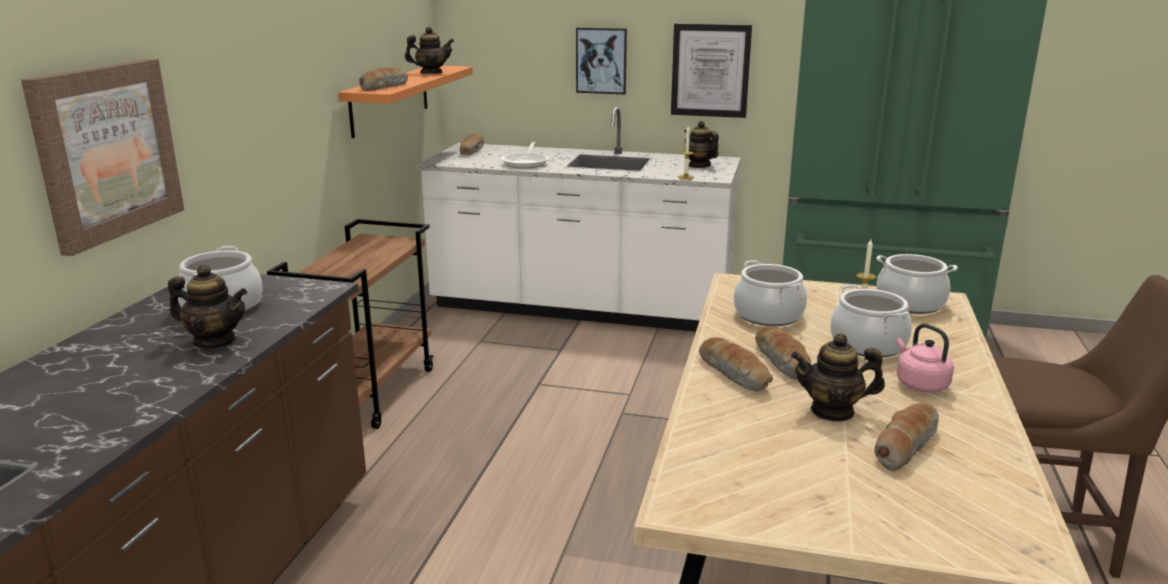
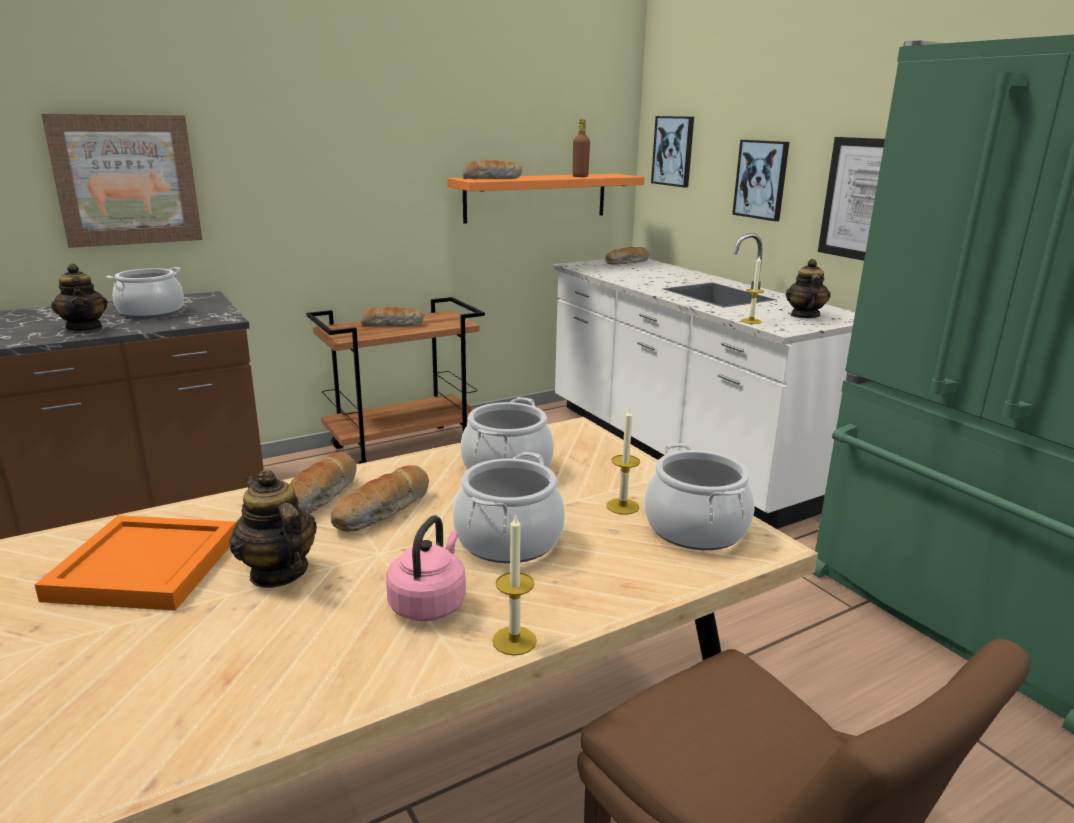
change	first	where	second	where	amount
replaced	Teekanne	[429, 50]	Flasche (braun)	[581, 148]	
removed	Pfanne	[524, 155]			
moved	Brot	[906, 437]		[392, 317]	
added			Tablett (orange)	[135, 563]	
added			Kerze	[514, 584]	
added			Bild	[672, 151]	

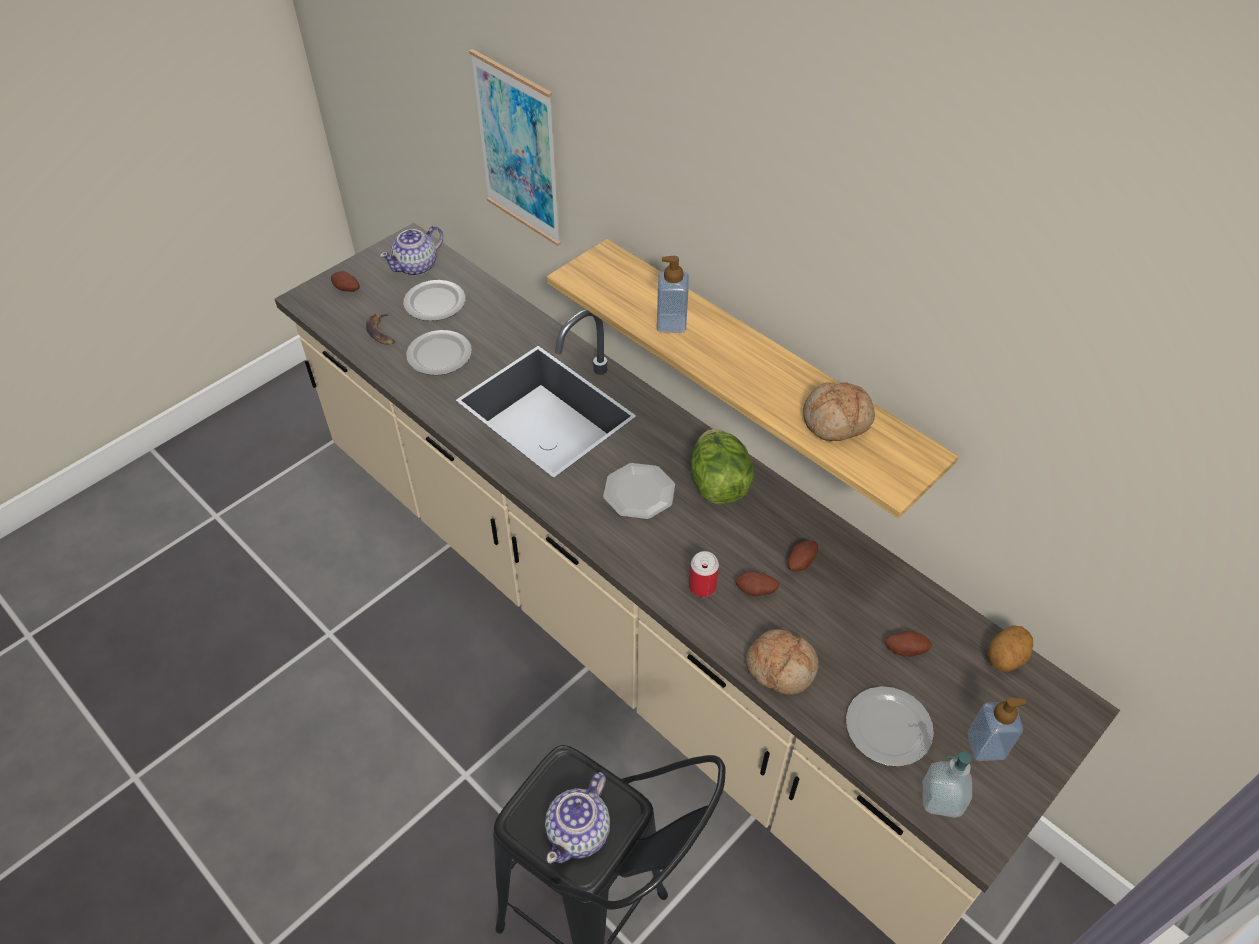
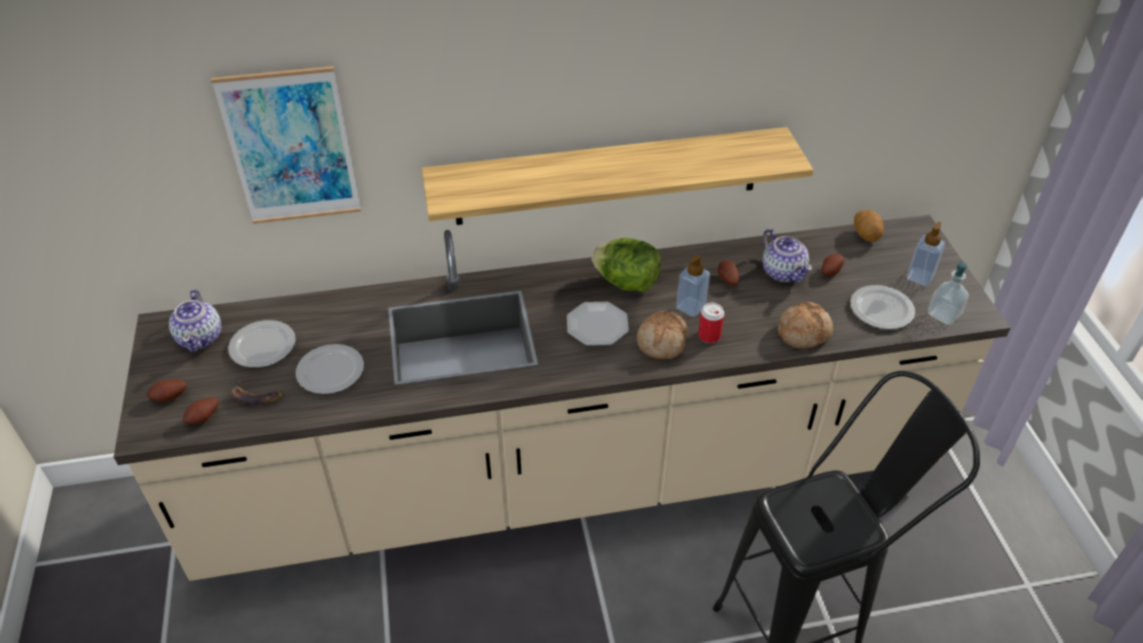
change	first	where	second	where	amount
moved	Teekanne	[577, 818]		[787, 255]	
moved	Seifenspender	[673, 294]		[693, 286]	
moved	Kartoffel	[757, 583]		[200, 410]	
moved	Brot	[839, 411]		[662, 335]	

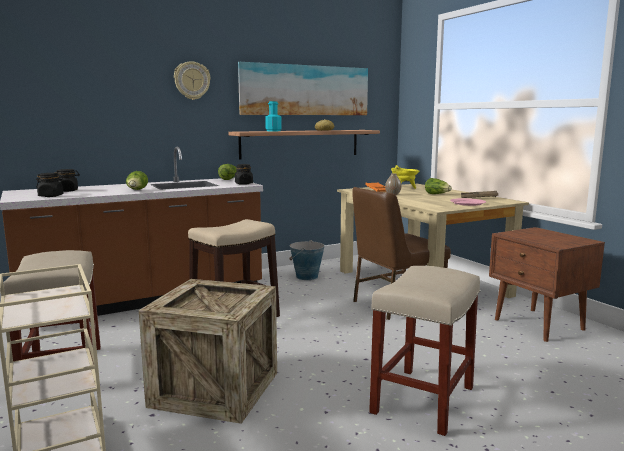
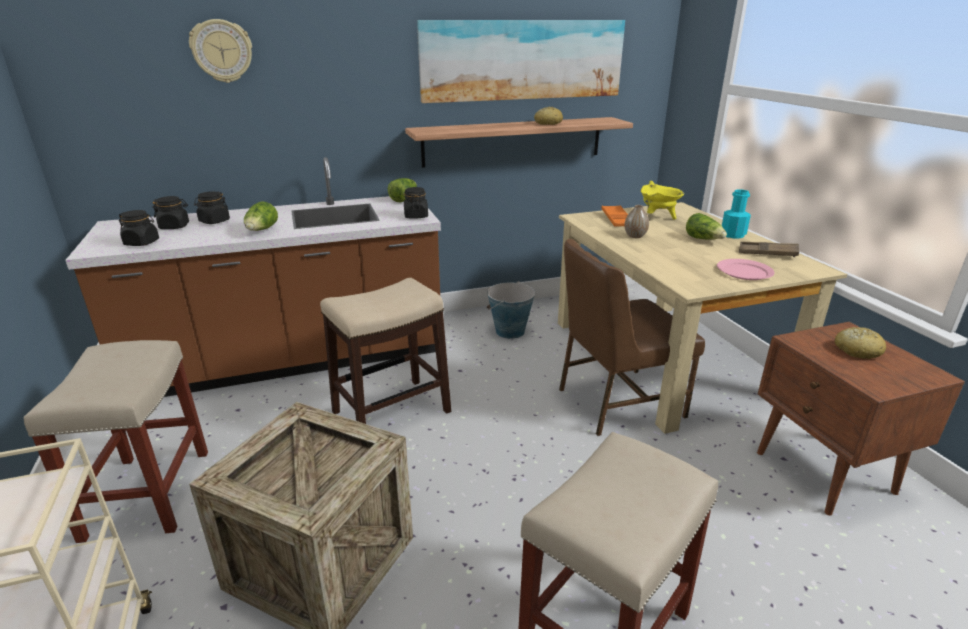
change	first	where	second	where	amount
moved	Wanduhr	[192, 80]		[220, 51]	
moved	Flasche (türkis)	[273, 116]		[736, 213]	
added			Vorratsglas (schwarz)	[212, 207]	
added			Brot	[860, 343]	

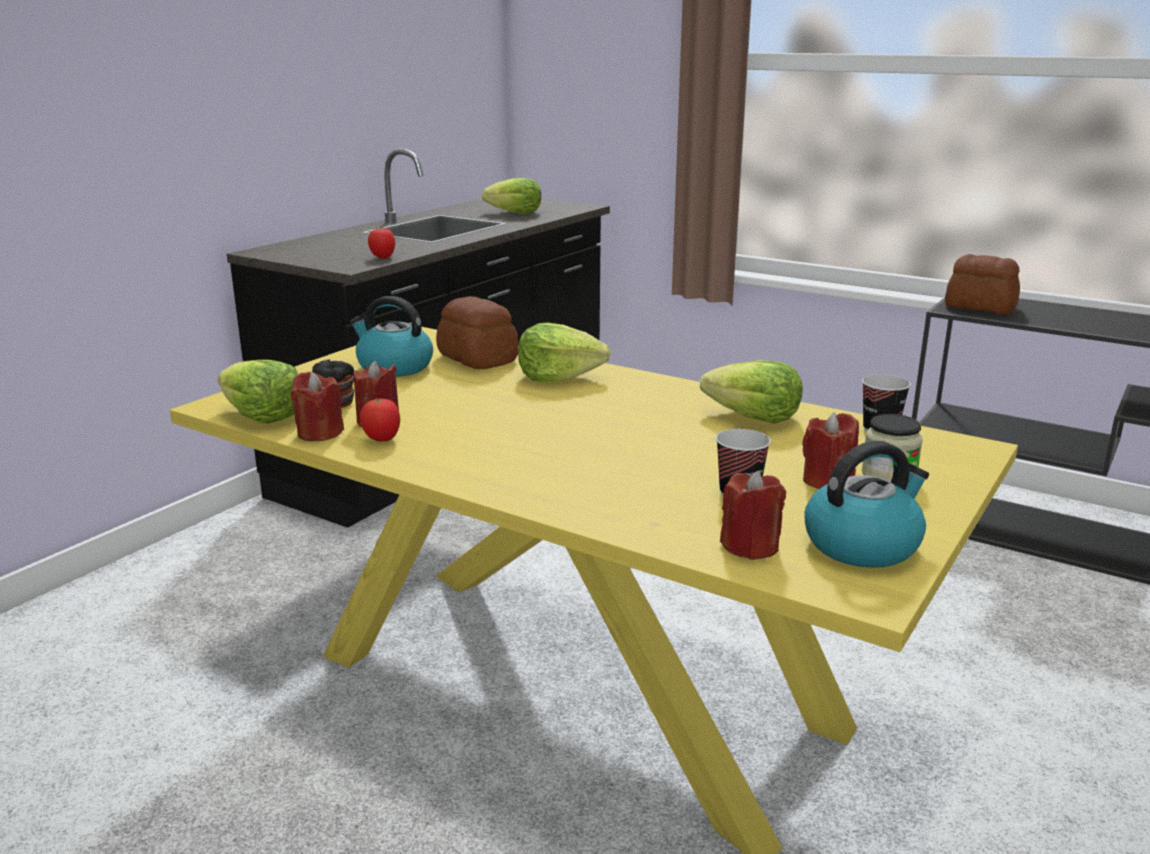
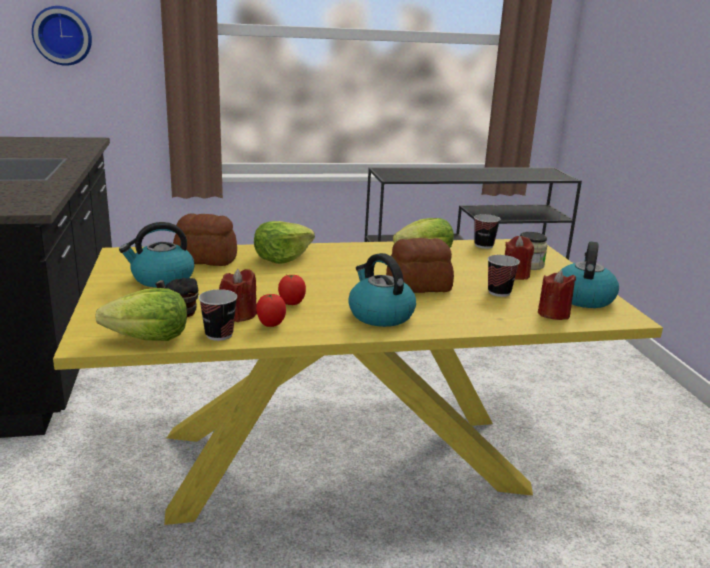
change	first	where	second	where	amount
replaced	Kerze (rot)	[317, 406]	Tasse	[218, 315]	
moved	Tomate	[381, 243]		[292, 290]	
removed	Salatkopf	[511, 196]			
moved	Brot	[982, 284]		[420, 265]	
added			Wanduhr	[62, 36]	
added			Wasserkessel	[382, 290]	

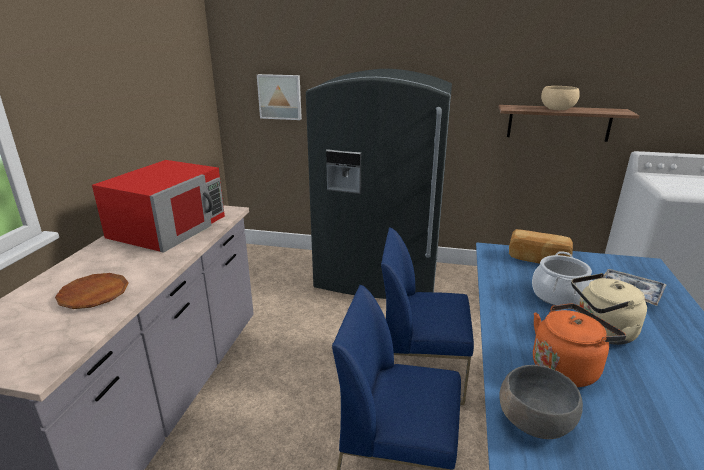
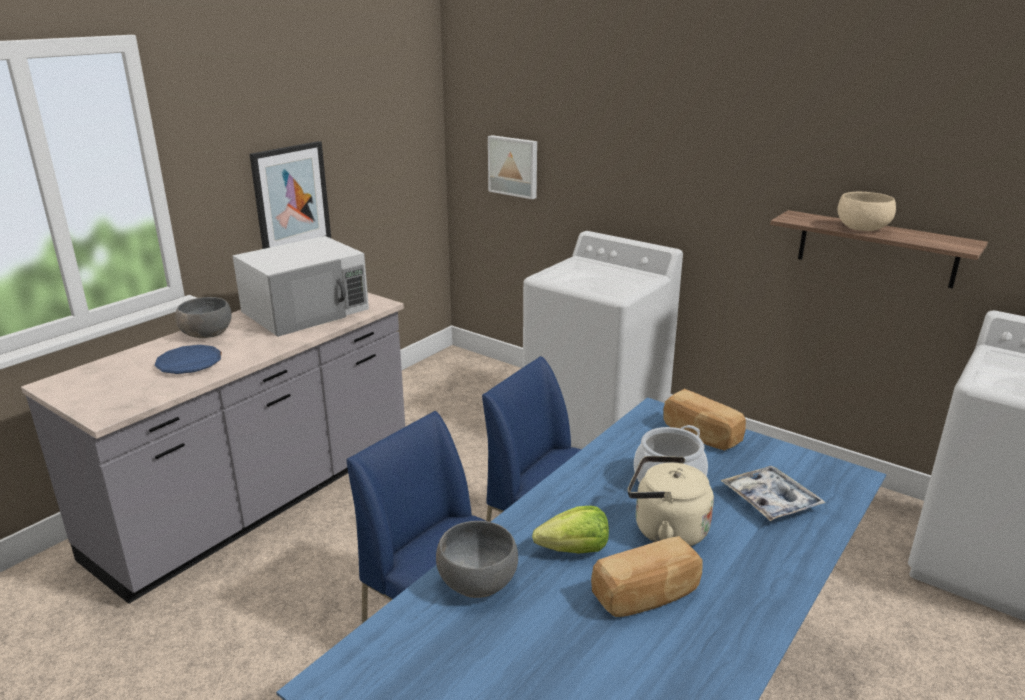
change	first	where	second	where	amount
recoloured	Teller (braun)	[92, 291]	Teller (blau)	[188, 359]	
recoloured	Mikrowelle (rot)	[158, 206]	Mikrowelle (weiß)	[300, 286]	
replaced	Kühlschrank (grau)	[379, 184]	Waschmaschine (weiß)	[603, 340]	
replaced	Wasserkessel (orange)	[579, 345]	Salatkopf	[570, 529]	
added			Schüssel (grau)	[203, 317]	
added			Bild	[290, 195]	
added			Brot	[647, 576]	

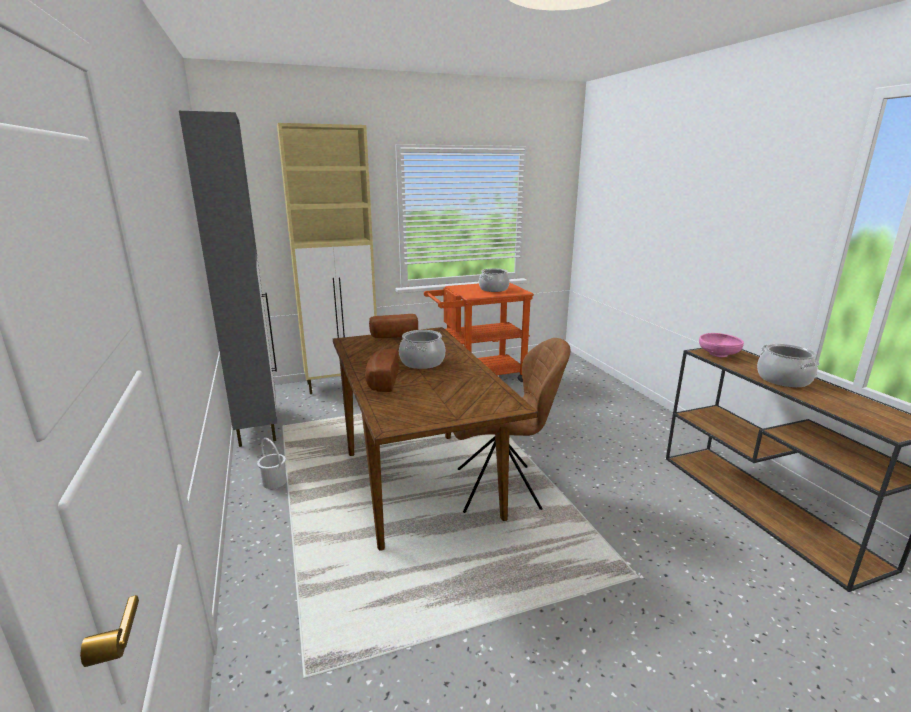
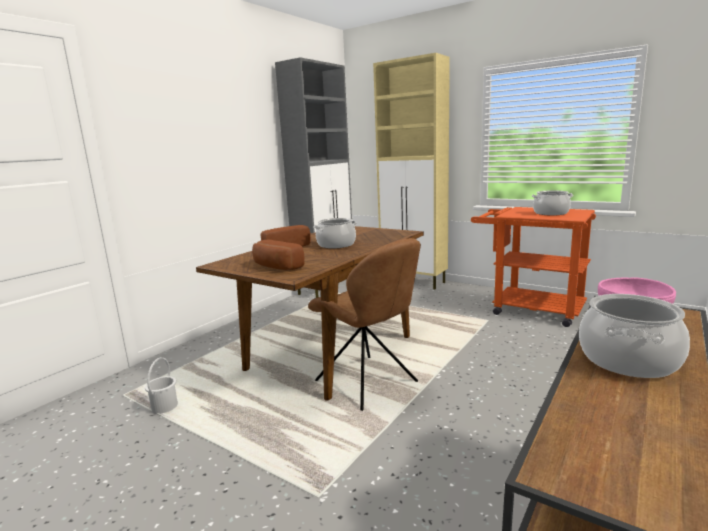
change	first	where	second	where	amount
moved	Eimer (weiß)	[272, 463]		[161, 385]	
moved	Brot	[393, 326]		[278, 254]	

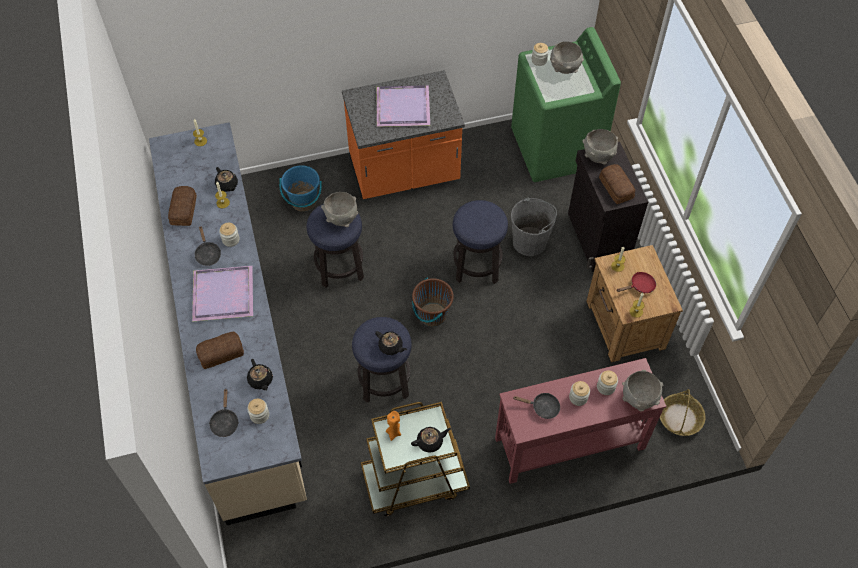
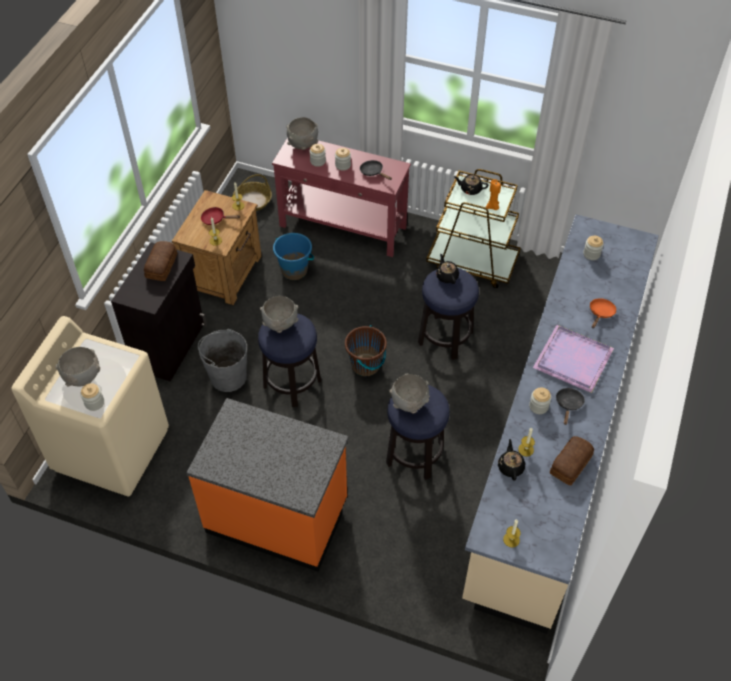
change	first	where	second	where	amount
replaced	Brot	[220, 350]	Pfanne (orange)	[603, 313]	
removed	Pfanne (schwarz)	[224, 412]			
removed	Teekanne (schwarz)	[260, 375]			
moved	Eimer (blau)	[300, 188]		[293, 256]	
removed	Tablett (lila)	[403, 106]			
recoloured	Waschmaschine (grün)	[566, 104]	Waschmaschine (beige)	[90, 406]	
moved	Schüssel (grau)	[600, 147]		[279, 314]	

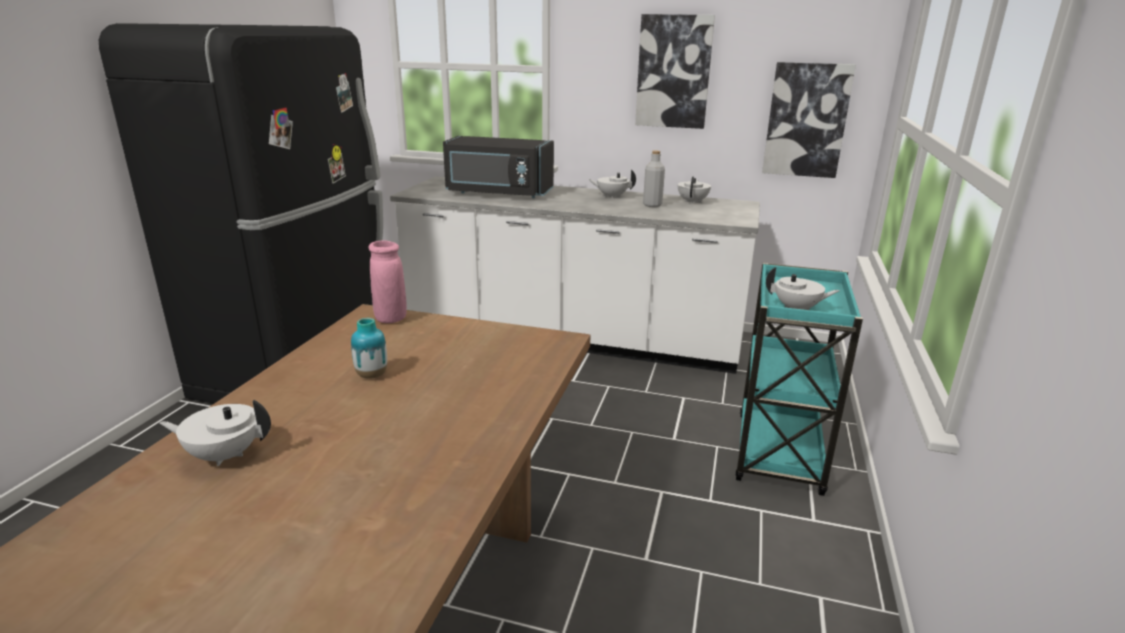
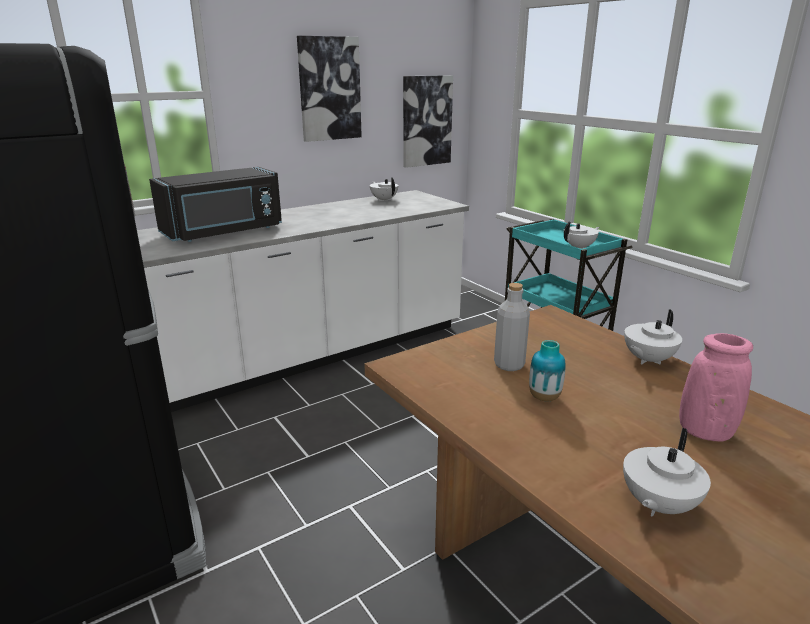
change	first	where	second	where	amount
moved	Vase (rosa)	[388, 281]		[716, 387]	
moved	Teekanne (weiß)	[612, 184]		[653, 337]	
moved	Flasche (grau)	[654, 178]		[512, 327]	

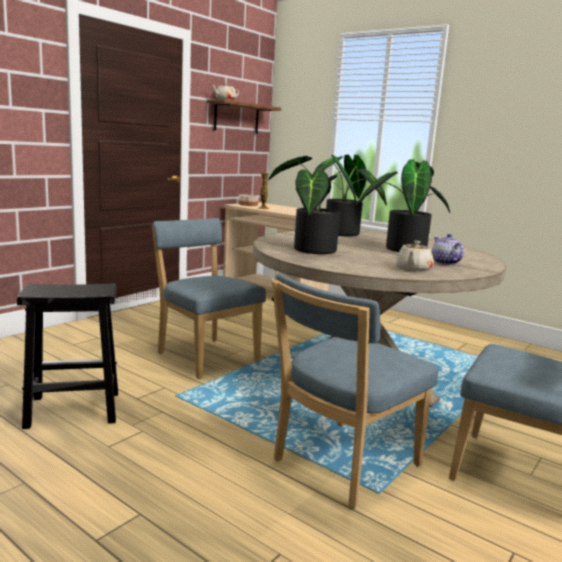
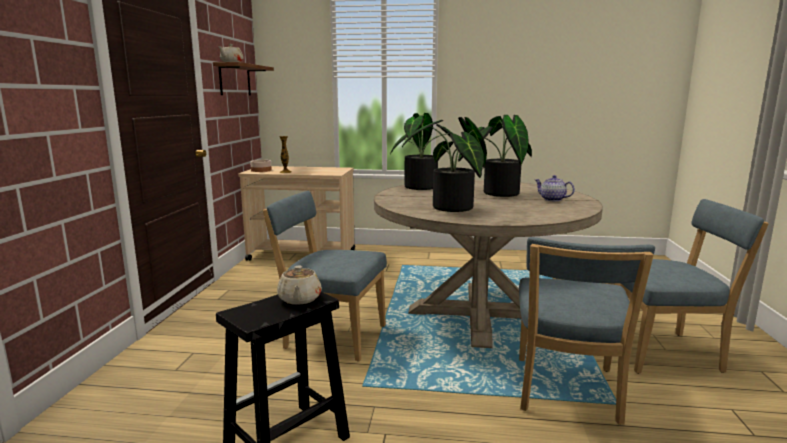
change	first	where	second	where	amount
moved	Teekanne (beige)	[415, 256]		[299, 285]	

